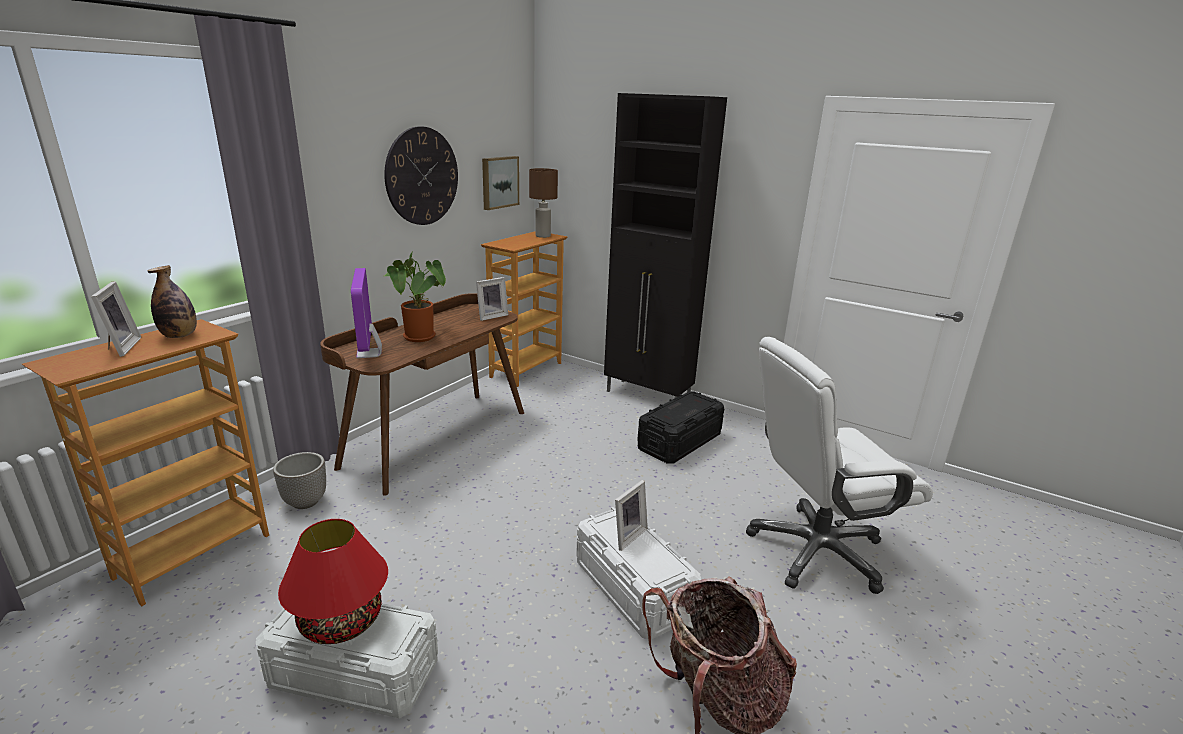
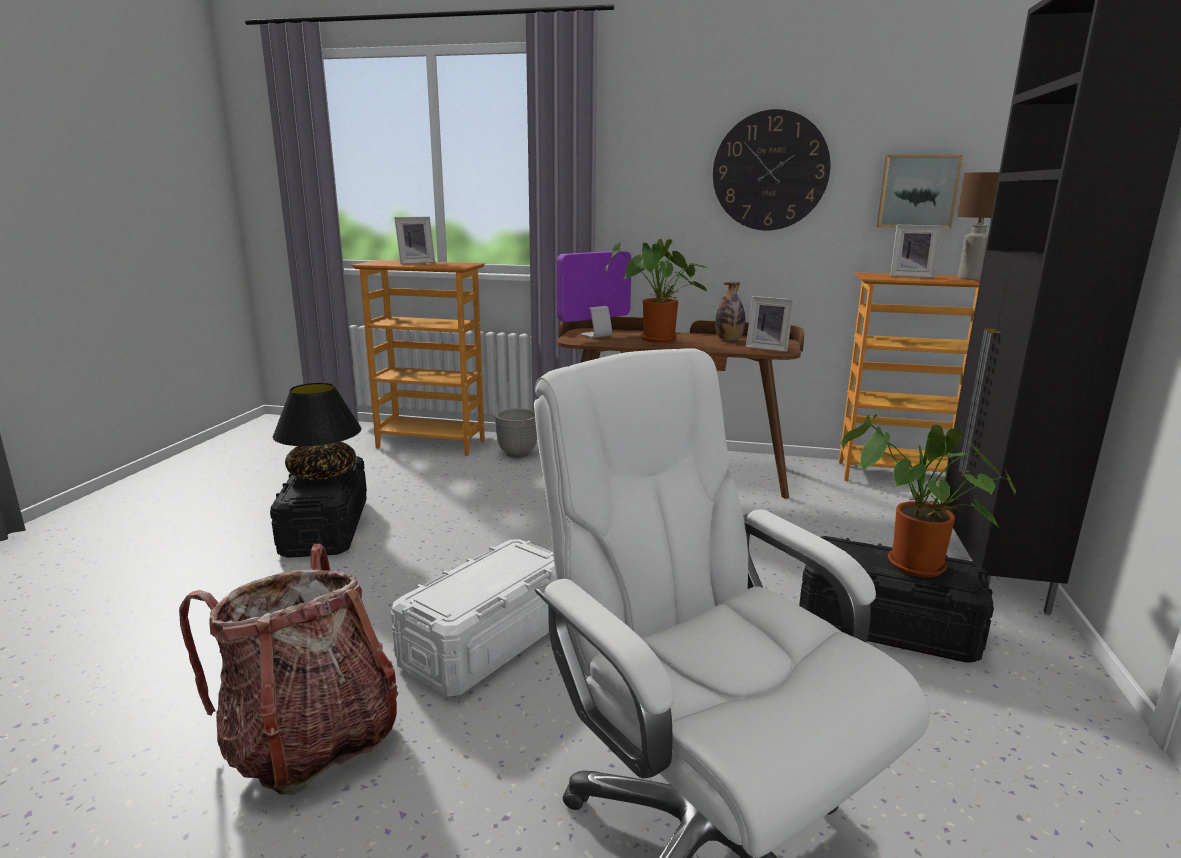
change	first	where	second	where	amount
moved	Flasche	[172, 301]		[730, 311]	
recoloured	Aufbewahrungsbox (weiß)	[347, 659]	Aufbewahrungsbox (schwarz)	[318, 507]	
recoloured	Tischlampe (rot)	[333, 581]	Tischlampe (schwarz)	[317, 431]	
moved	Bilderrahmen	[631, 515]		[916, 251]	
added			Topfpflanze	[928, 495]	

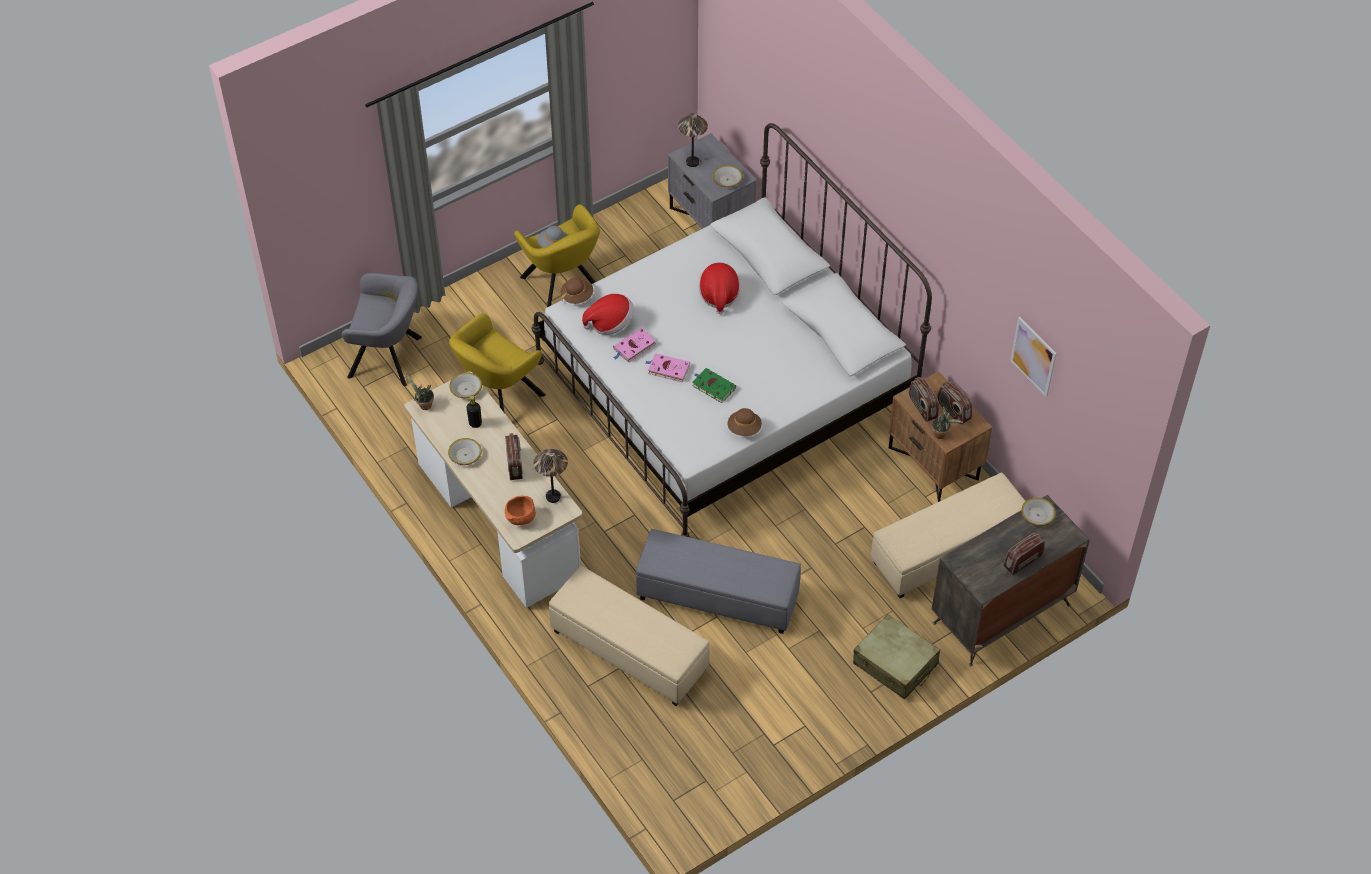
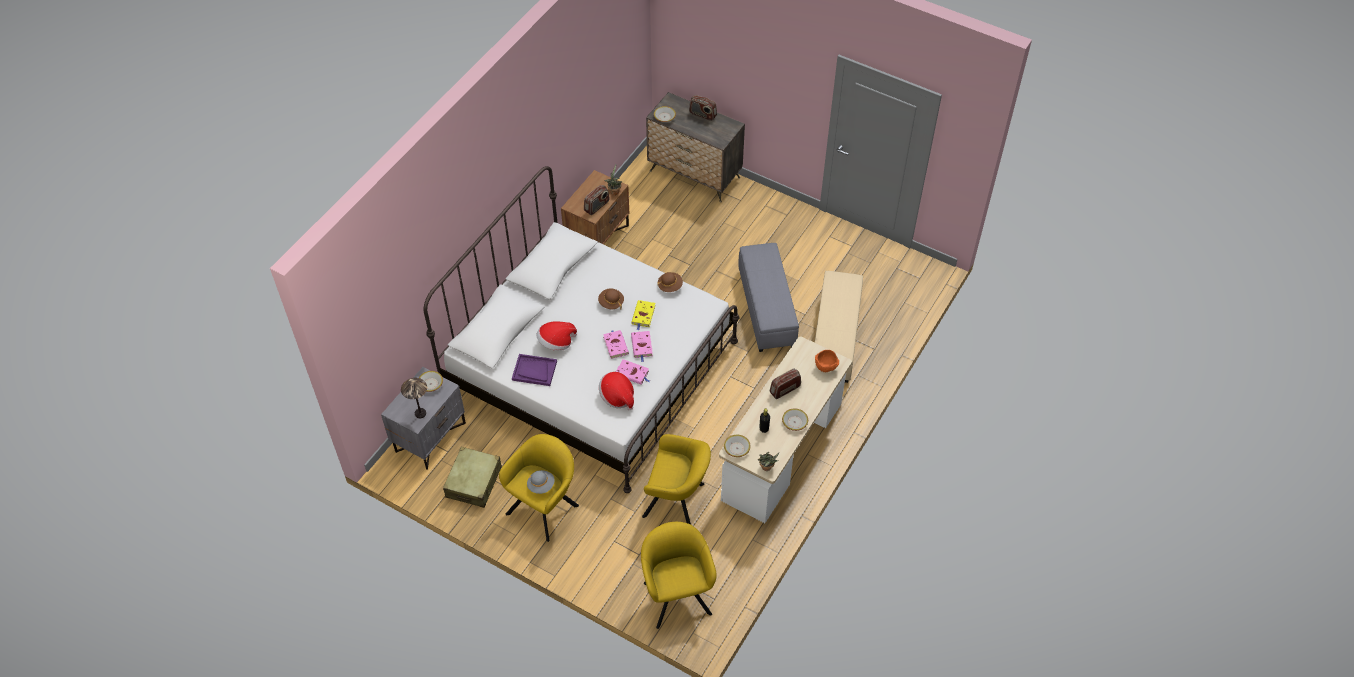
change	first	where	second	where	amount
recoloured	Sessel (grau)	[382, 329]	Sessel (gelb)	[678, 575]	
removed	Tischlampe	[550, 476]			
moved	Hut (braun)	[576, 291]		[611, 299]	
recoloured	Buch (grün)	[714, 385]	Buch (gelb)	[643, 315]	
moved	Koffer (beige)	[896, 656]		[472, 477]	
removed	Polsterhocker (beige)	[948, 535]			
removed	Radio	[954, 403]			
removed	Bild	[1033, 357]			
added			Tablett (lila)	[534, 370]	
added			Buch (rosa)	[616, 344]	

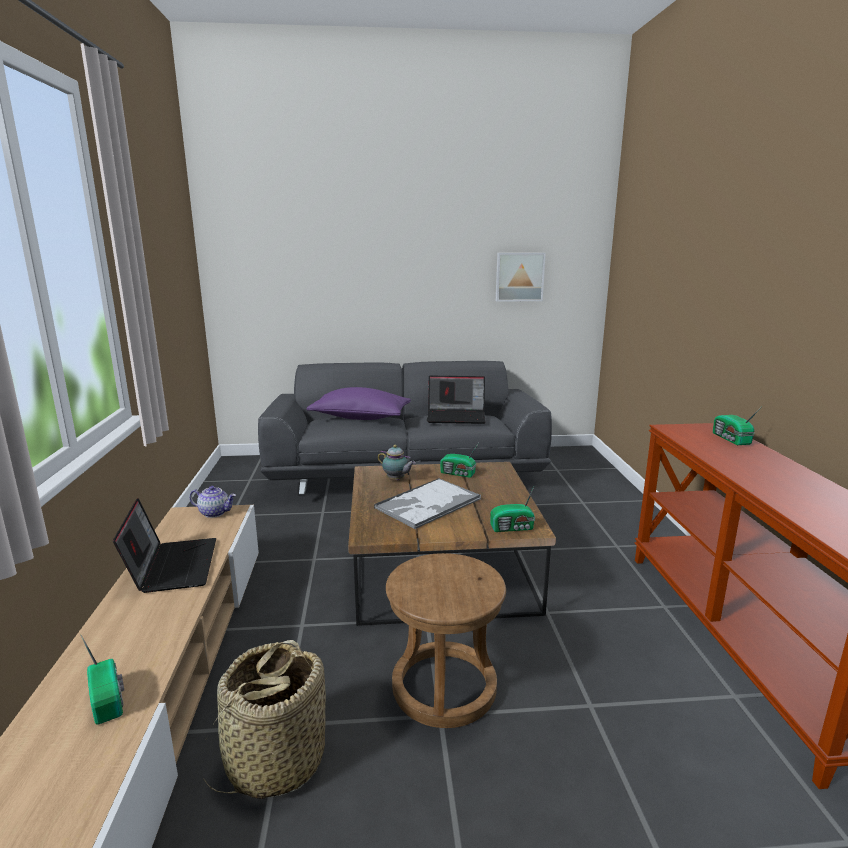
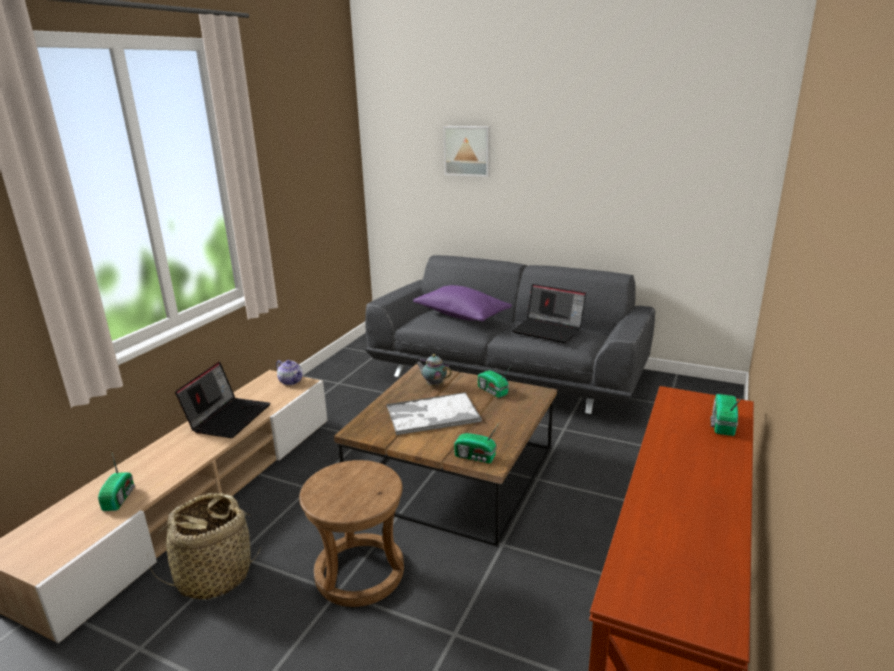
change	first	where	second	where	amount
turned	Teekanne	[397, 462]		[434, 370]	150 degrees clockwise
moved	Bild	[521, 277]		[466, 151]	

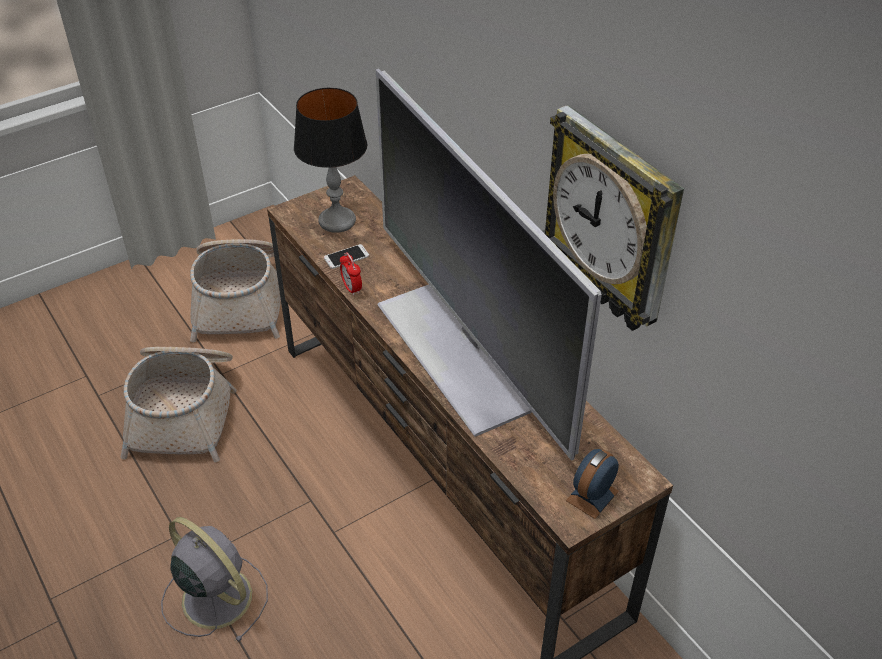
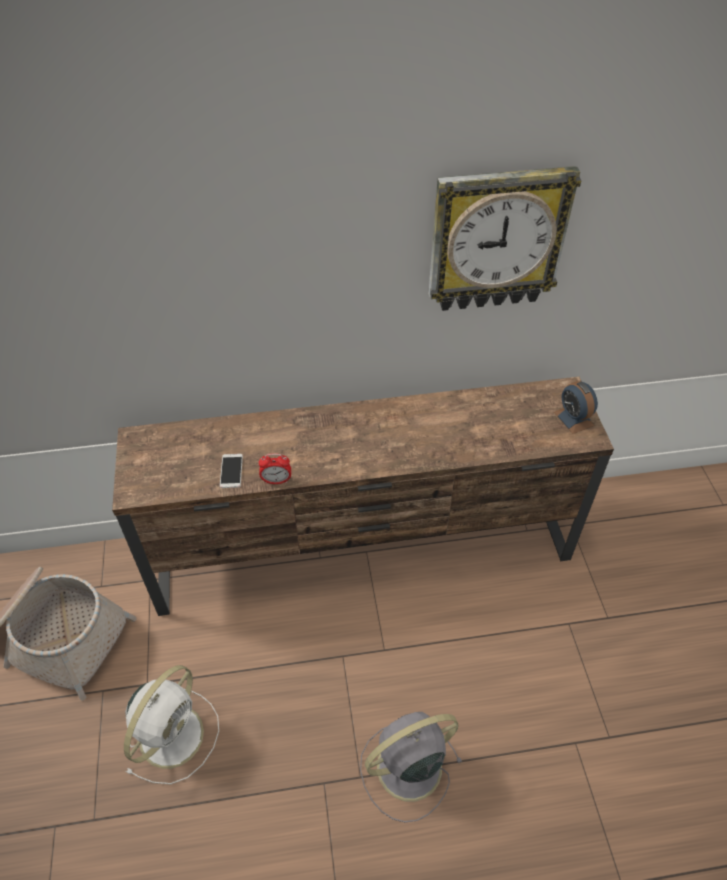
change	first	where	second	where	amount
replaced	Korb	[179, 404]	Ventilator (weiß)	[171, 724]	
removed	Tischlampe	[330, 160]			
removed	Fernseher	[489, 265]			

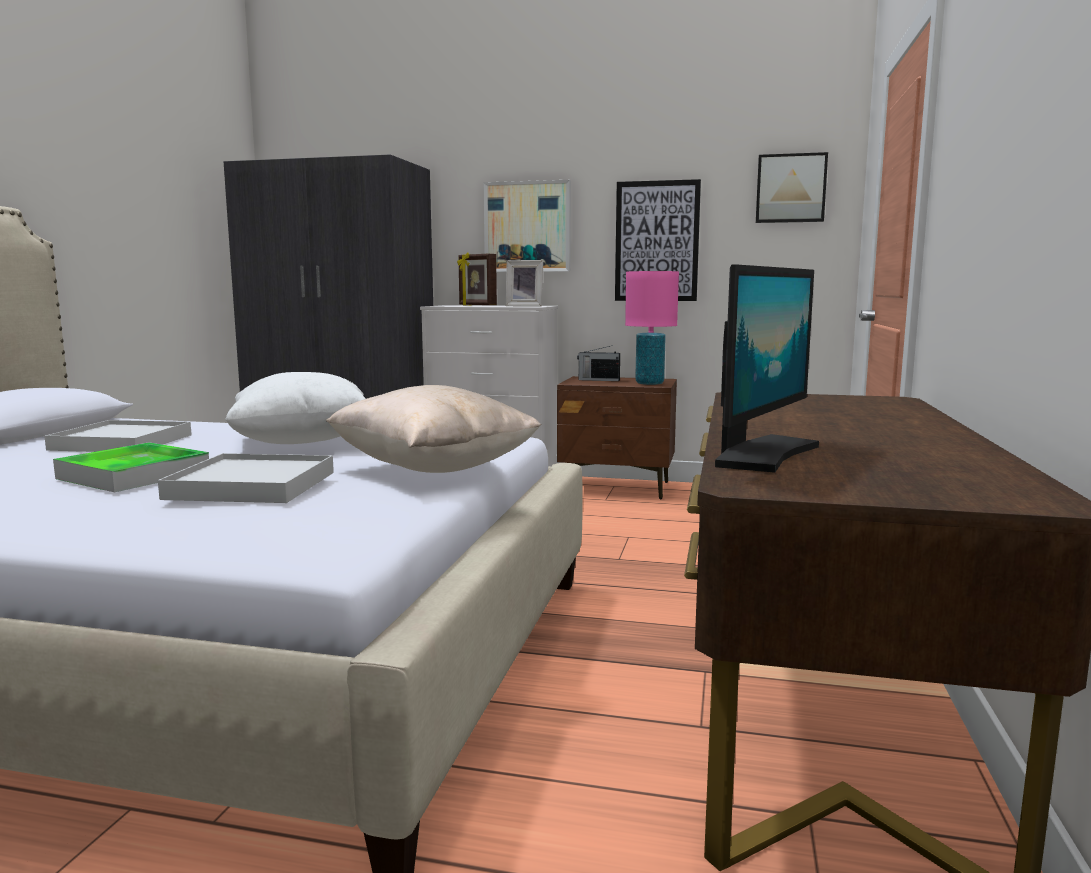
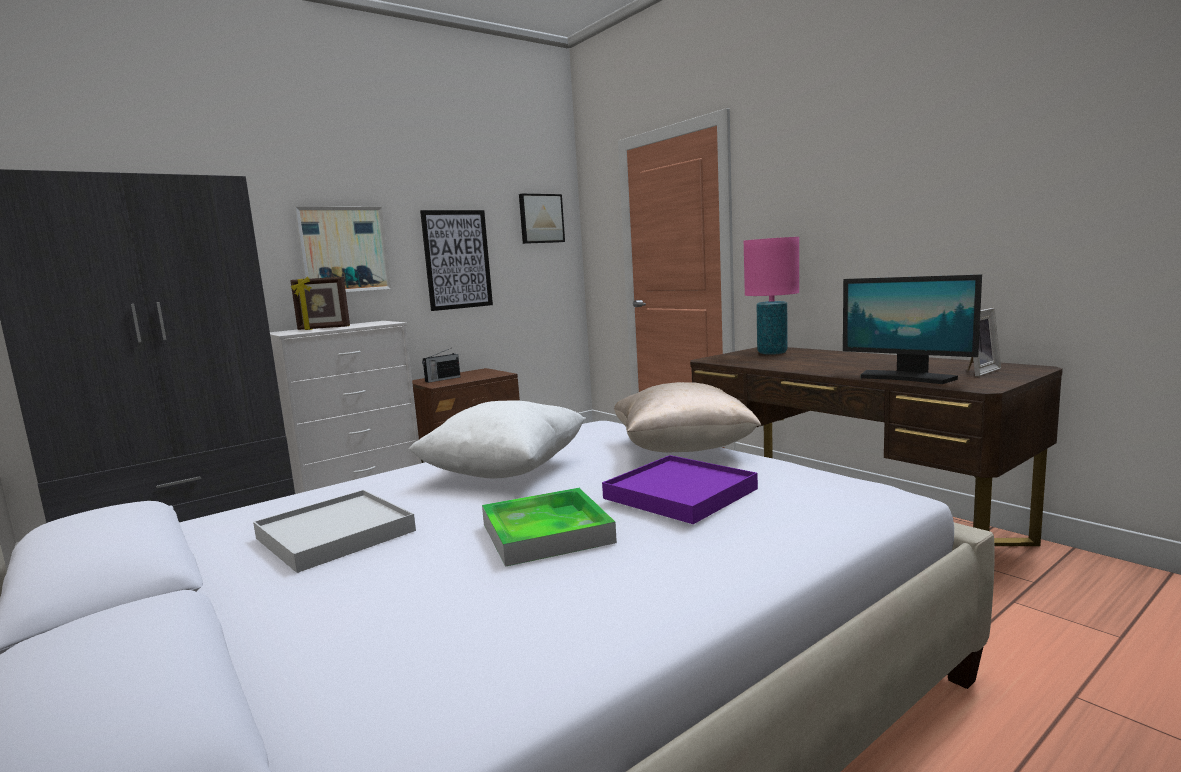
change	first	where	second	where	amount
recoloured	Tablett (weiß)	[246, 478]	Tablett (lila)	[680, 489]	
moved	Bilderrahmen	[524, 283]		[984, 342]	
moved	Tischlampe (rosa)	[652, 328]		[771, 296]	
turned	Monitor	[767, 368]		[912, 329]	150 degrees clockwise

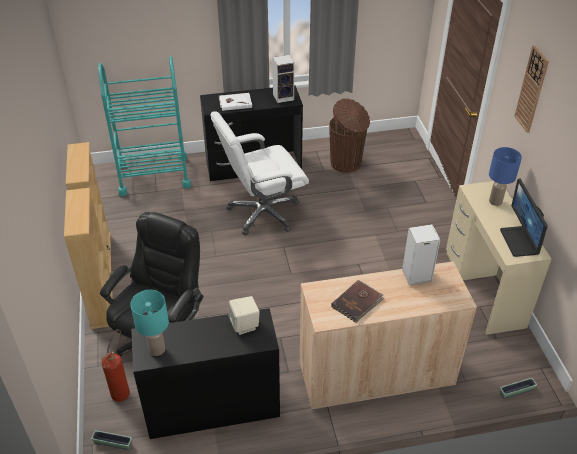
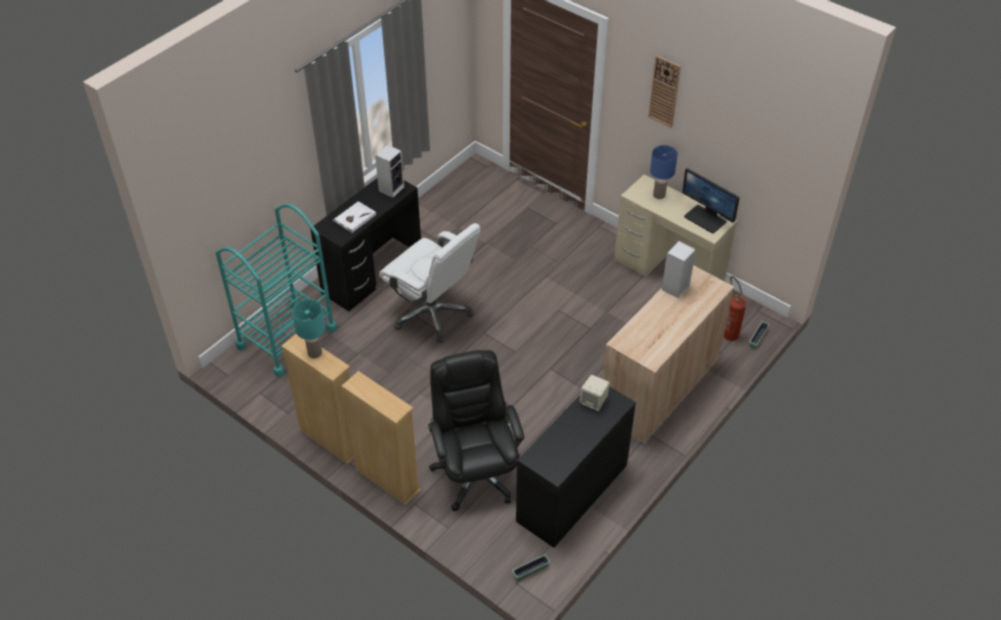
change	first	where	second	where	amount
moved	Feuerlöscher	[116, 365]		[734, 308]	
moved	Tischlampe (türkis)	[149, 323]		[308, 329]	
turned	Bürostuhl (weiß)	[259, 173]		[429, 283]	75 degrees counterclockwise
removed	Mülleimer (braun)	[349, 135]			
removed	Buch (braun)	[358, 301]			

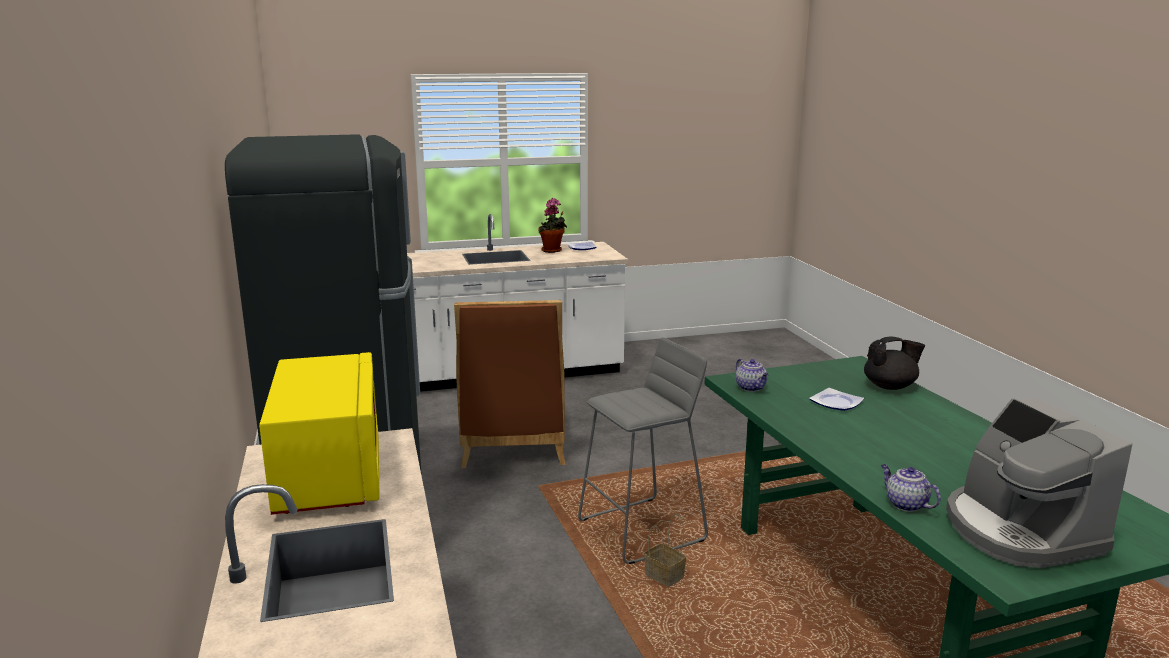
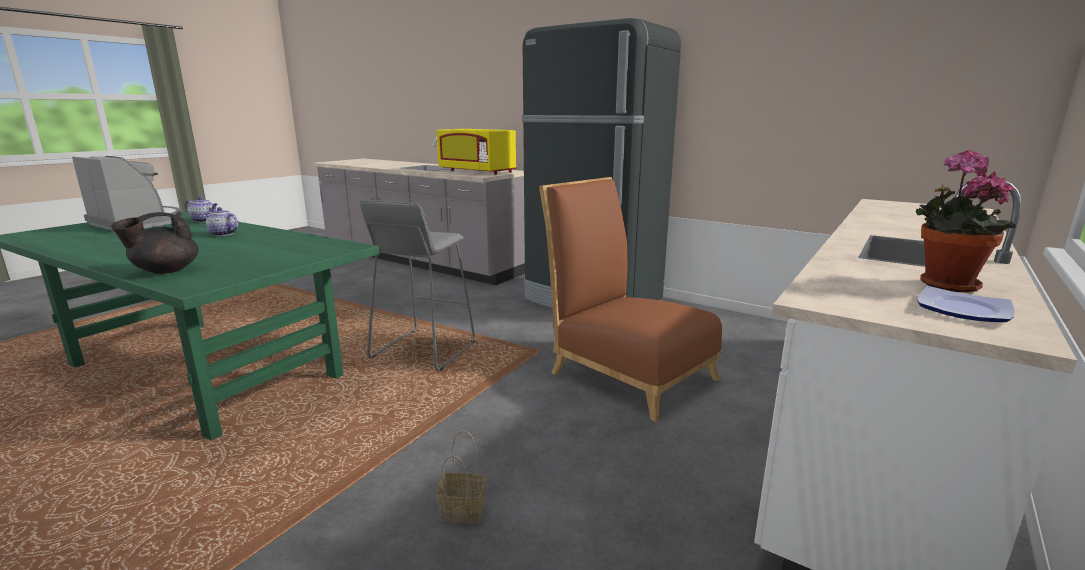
change	first	where	second	where	amount
moved	Korb	[665, 550]		[461, 477]	
moved	Teekanne	[752, 375]		[221, 221]	
removed	Teller	[836, 399]			

